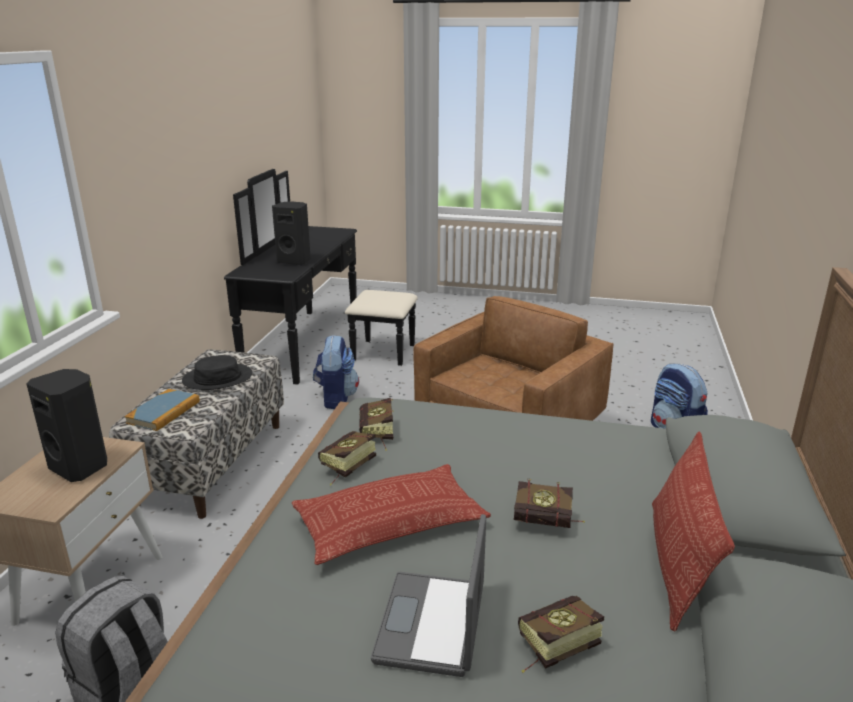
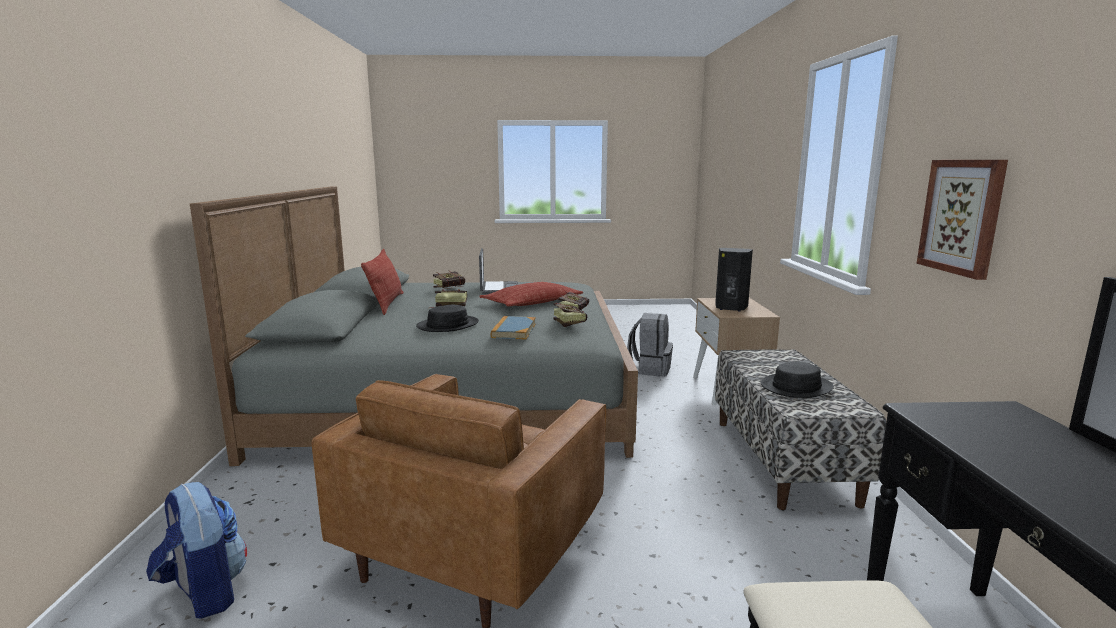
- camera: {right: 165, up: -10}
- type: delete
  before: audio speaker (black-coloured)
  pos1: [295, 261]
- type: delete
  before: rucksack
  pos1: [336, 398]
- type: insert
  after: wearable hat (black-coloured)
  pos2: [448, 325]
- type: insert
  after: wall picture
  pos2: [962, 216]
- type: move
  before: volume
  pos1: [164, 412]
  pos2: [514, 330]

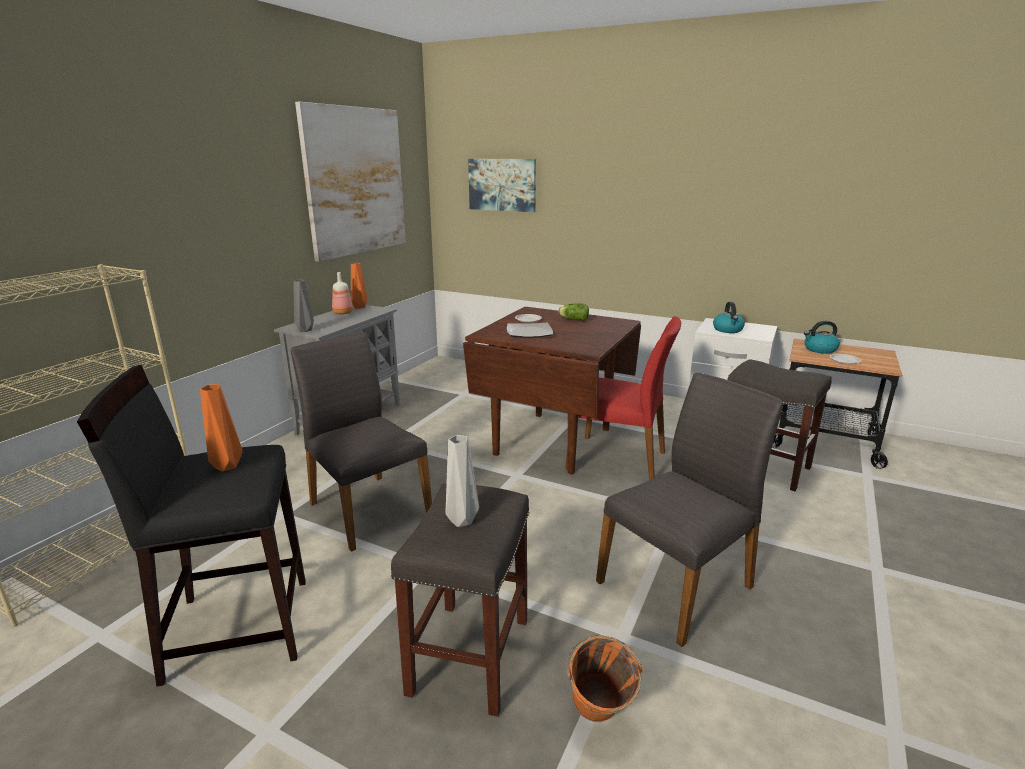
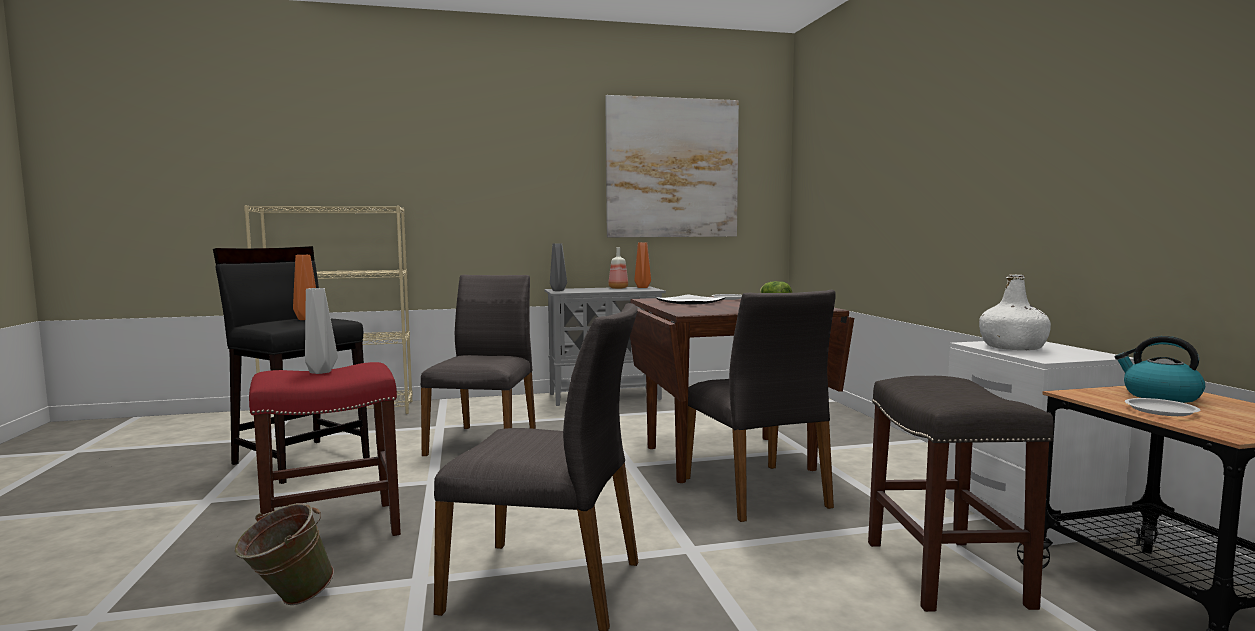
- camera: {right: 50, up: -15}
- type: delete
  before: wall picture
  pos1: [502, 185]
- type: replace
  before: kettle
  after: bottle (white)
  pos1: [728, 330]
  pos2: [1013, 348]
- type: recolor
  before: sitting stool (greyish)
  after: sitting stool (red-coloured)
  pos1: [469, 653]
  pos2: [334, 528]
- type: recolor
  before: plain chair (red-coloured)
  after: plain chair (greyish)
  pos1: [618, 459]
  pos2: [757, 492]
- type: recolor
  before: bucket (orange)
  after: bucket (green)
  pos1: [598, 719]
  pos2: [287, 601]

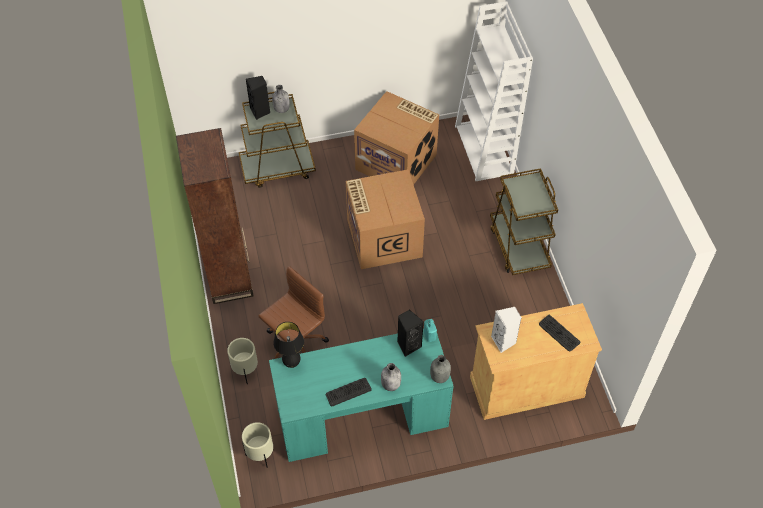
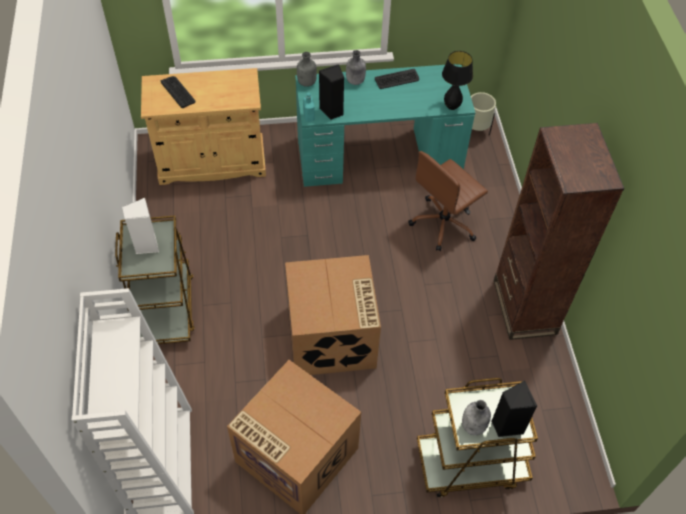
- camera: {right: -175, up: 0}
- type: delete
  before: plant pot (beige-coloured)
  pos1: [245, 371]
- type: move
  before: audio speaker (white)
  pos1: [504, 341]
  pos2: [146, 245]

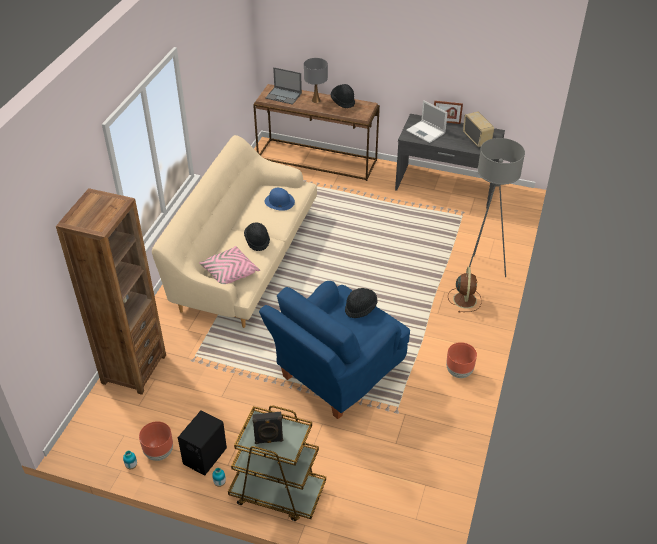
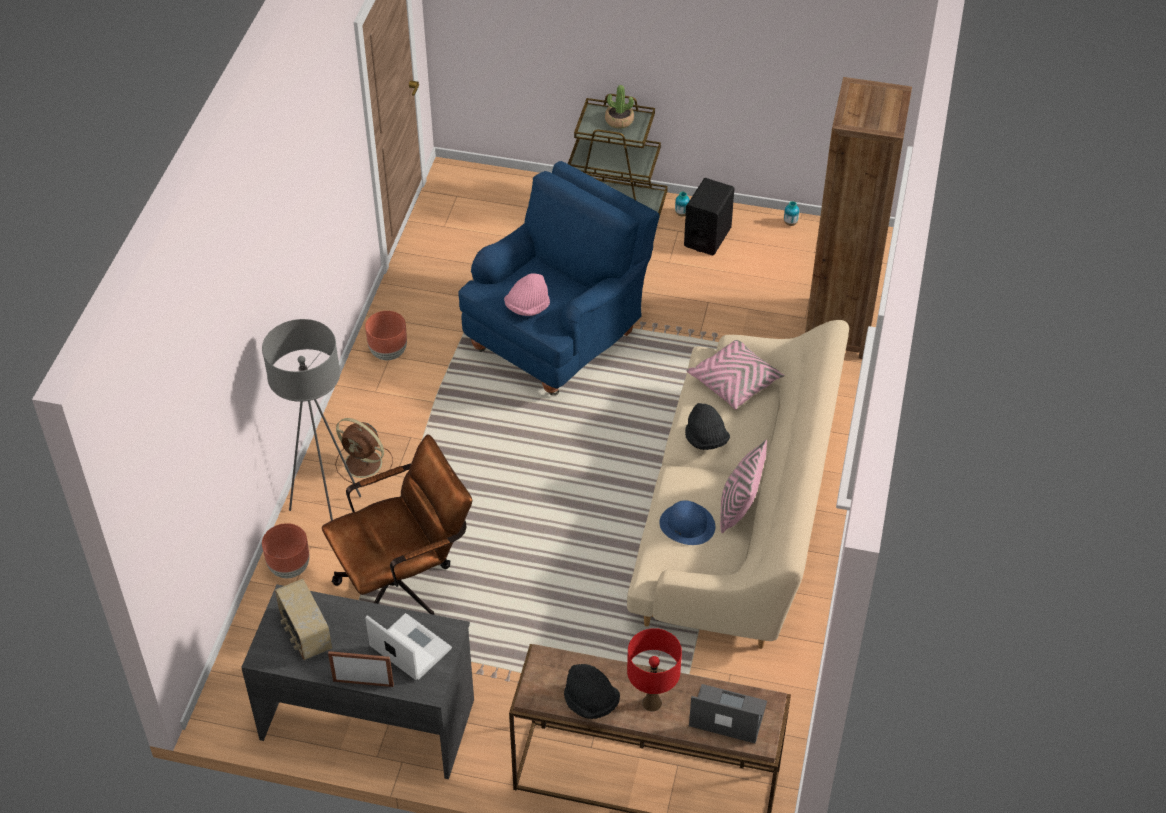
- camera: {right: 175, up: 5}
- type: insert
  after: desk chair (brown)
  pos2: [405, 585]
- type: insert
  after: throw pillow (pink)
  pos2: [739, 508]
- type: move
  before: plant pot (brown)
  pos1: [159, 453]
  pos2: [290, 567]
- type: replace
  before: audio speaker (black-coloured)
  after: potted plant
  pos1: [269, 440]
  pos2: [619, 121]
- type: recolor
  before: table lamp (greyish)
  after: table lamp (red-coloured)
  pos1: [315, 100]
  pos2: [652, 702]
- type: recolor
  before: wearable hat (black-coloured)
  after: wearable hat (pink)
  pos1: [360, 308]
  pos2: [527, 307]
- type: rotate
  before: electric fan (brown)
  pos1: [464, 299]
  pos2: [364, 464]
  turn: -60

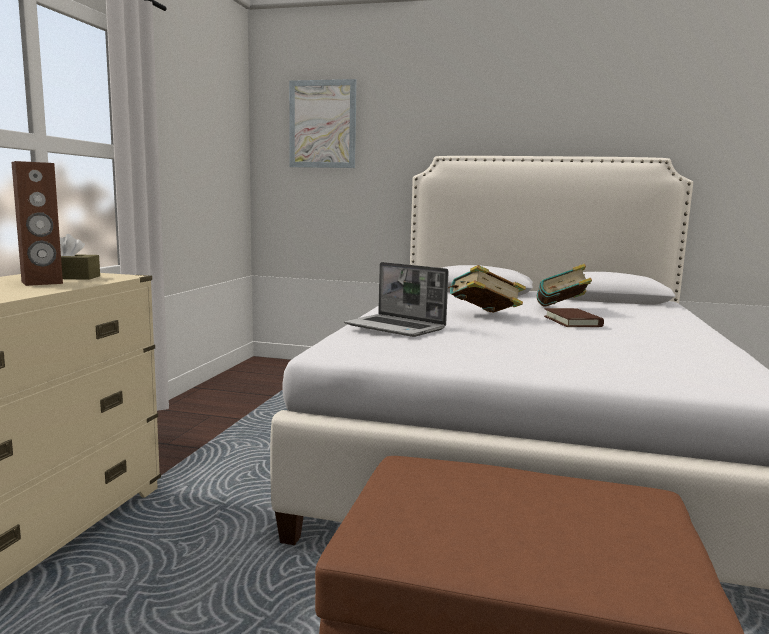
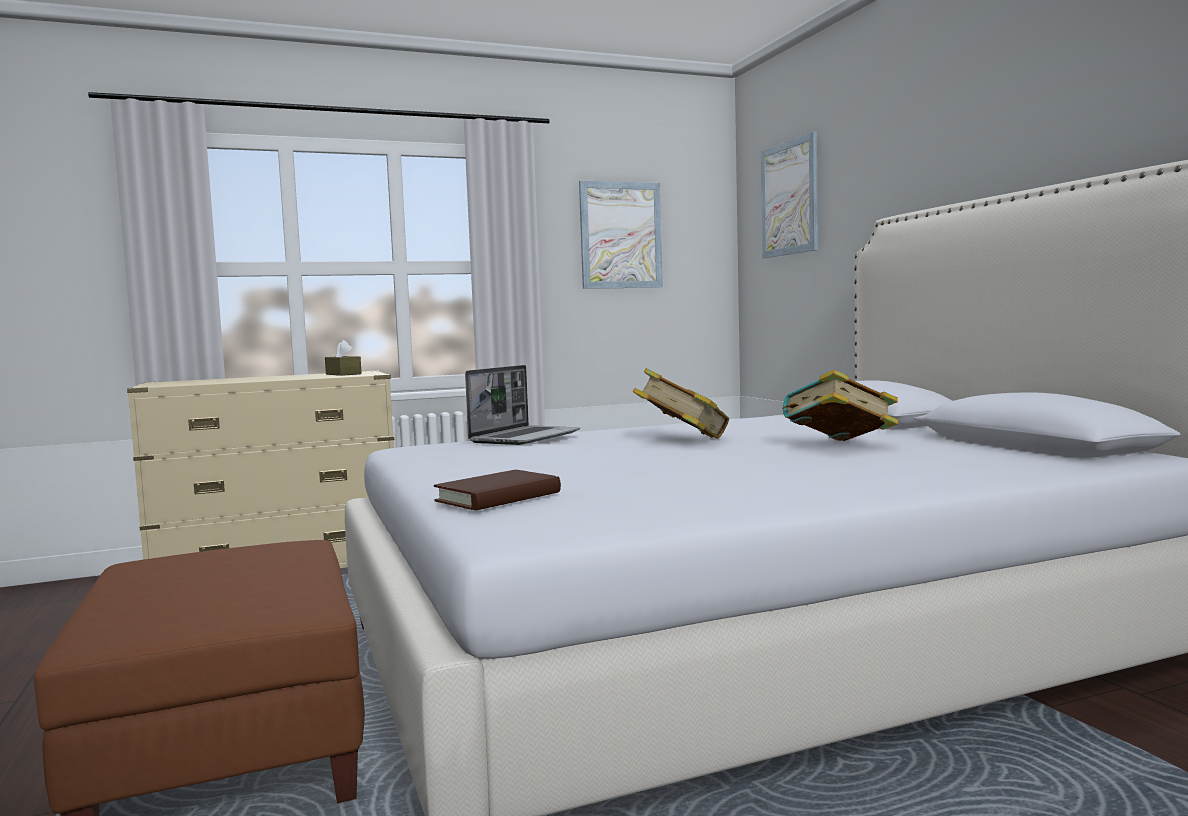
- camera: {right: 55, up: -5}
- type: delete
  before: audio speaker (brown)
  pos1: [42, 283]
- type: insert
  after: wall picture
  pos2: [621, 235]
- type: move
  before: volume (brown)
  pos1: [572, 321]
  pos2: [498, 497]
- type: rotate
  before: laptop
  pos1: [396, 327]
  pos2: [525, 437]
  turn: -150

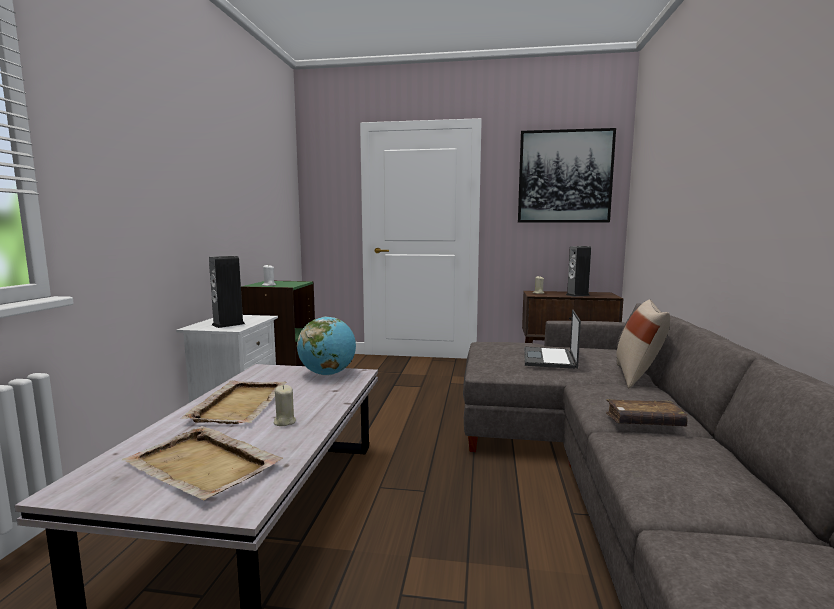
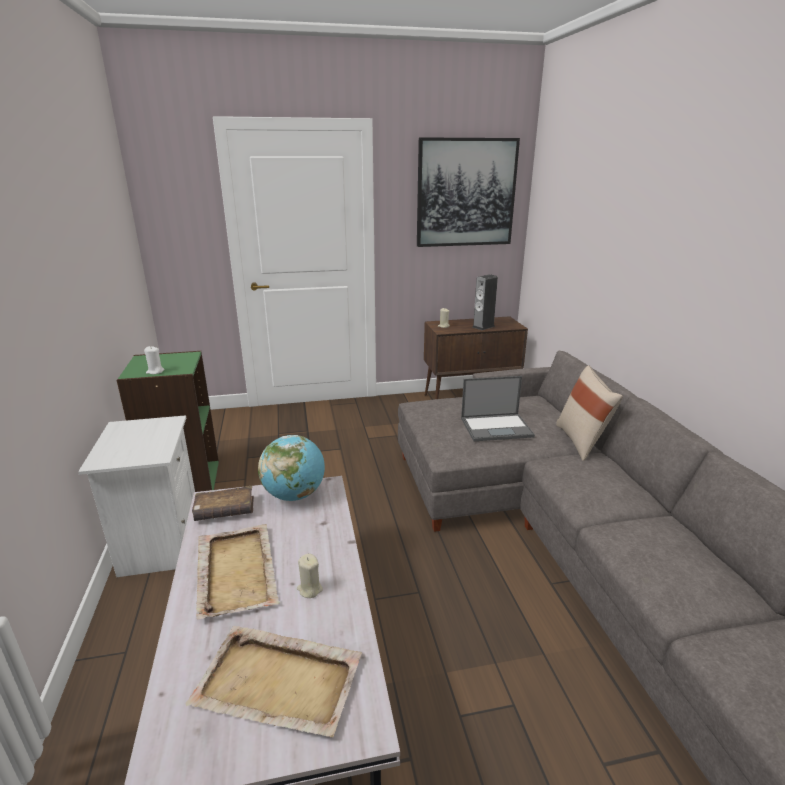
- camera: {right: -20, up: 15}
- type: delete
  before: audio speaker
  pos1: [228, 324]
- type: move
  before: volume (brown)
  pos1: [644, 422]
  pos2: [225, 511]
- type: rotate
  before: laptop
  pos1: [549, 358]
  pos2: [497, 427]
  turn: -90

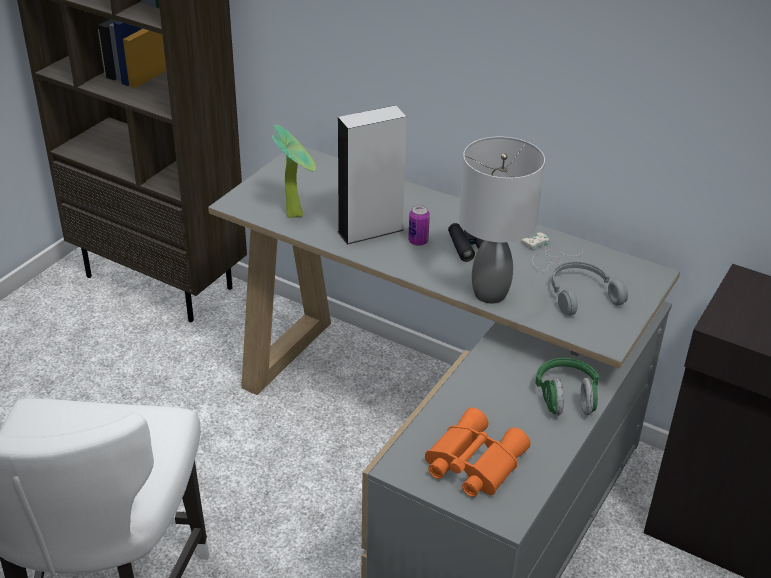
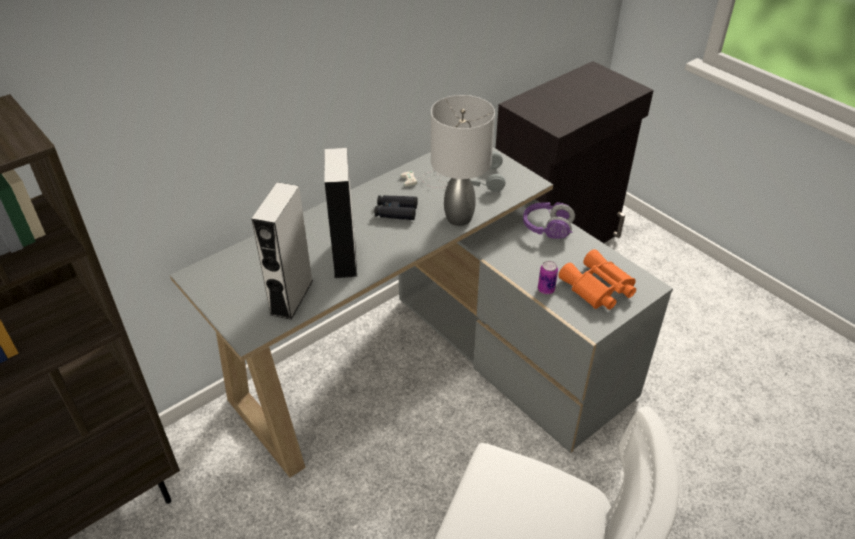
- camera: {right: -70, up: 5}
- type: move
  before: sealed can
  pos1: [418, 241]
  pos2: [546, 289]
- type: replace
  before: potted plant
  after: audio speaker (greyish)
  pos1: [296, 213]
  pos2: [291, 297]
- type: recolor
  before: headphones (green)
  after: headphones (purplish)
  pos1: [566, 398]
  pos2: [547, 229]

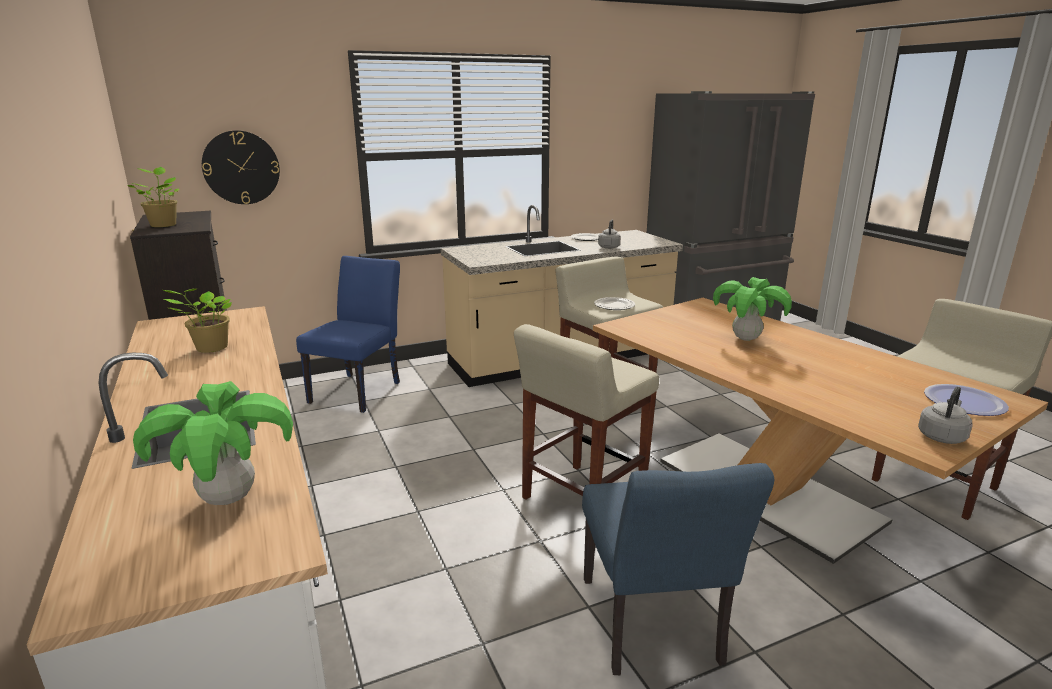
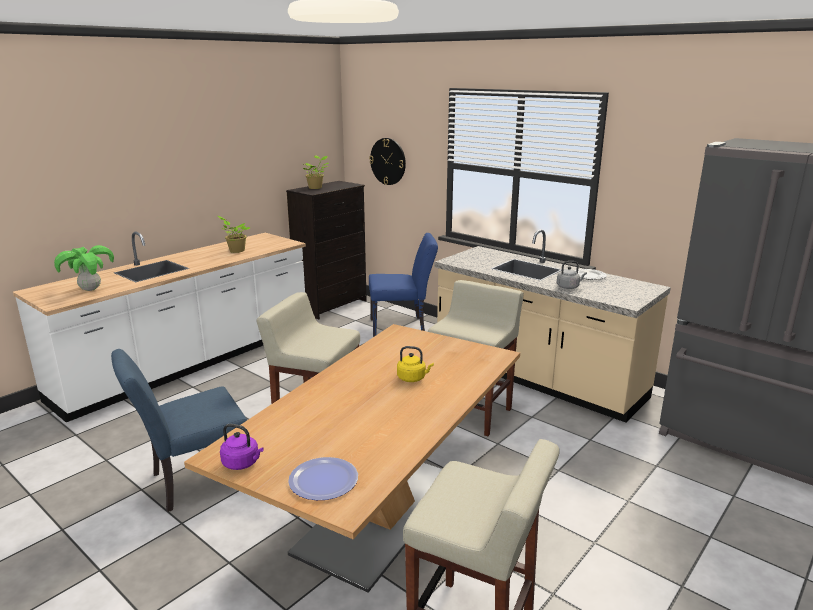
- camera: {right: 65, up: 0}
- type: delete
  before: plate
  pos1: [614, 306]
- type: replace
  before: potted plant
  after: kettle (yellow)
  pos1: [745, 338]
  pos2: [413, 378]
- type: recolor
  before: kettle (greyish)
  after: kettle (purplish)
  pos1: [942, 436]
  pos2: [242, 463]

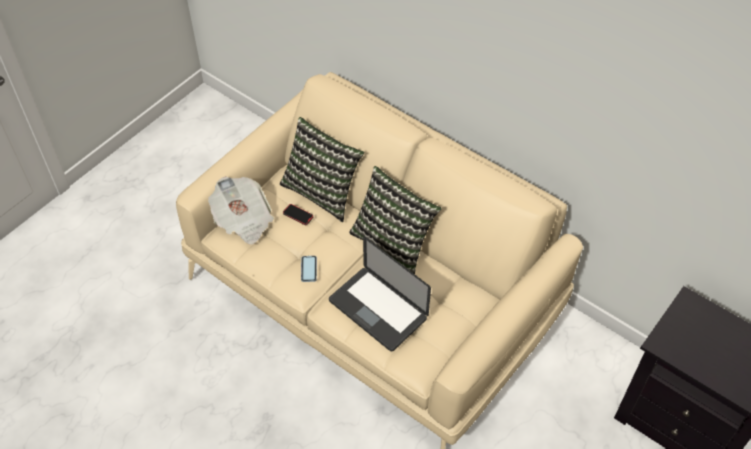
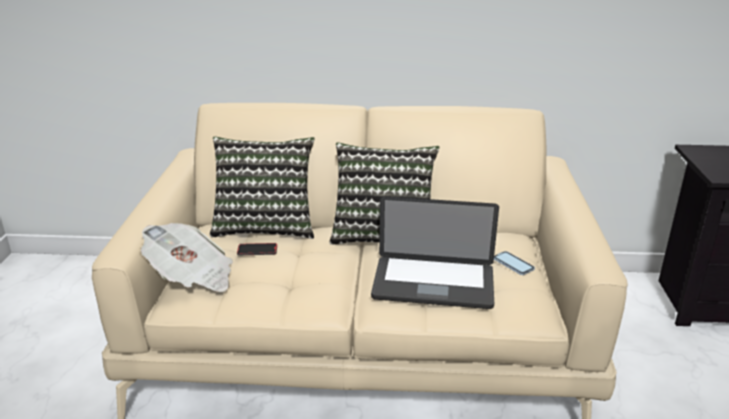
- camera: {right: -35, up: -25}
- type: move
  before: handset
  pos1: [309, 269]
  pos2: [513, 264]

